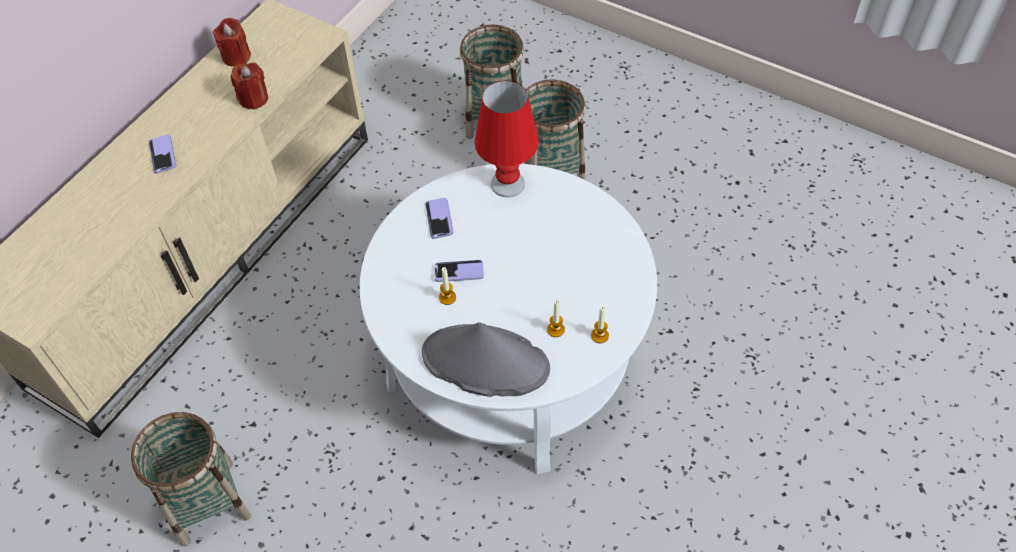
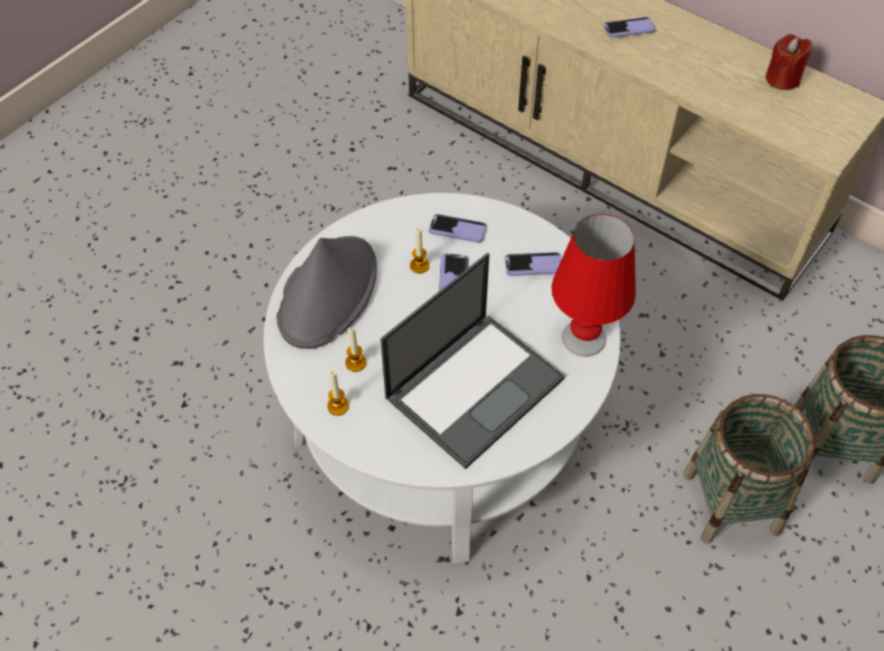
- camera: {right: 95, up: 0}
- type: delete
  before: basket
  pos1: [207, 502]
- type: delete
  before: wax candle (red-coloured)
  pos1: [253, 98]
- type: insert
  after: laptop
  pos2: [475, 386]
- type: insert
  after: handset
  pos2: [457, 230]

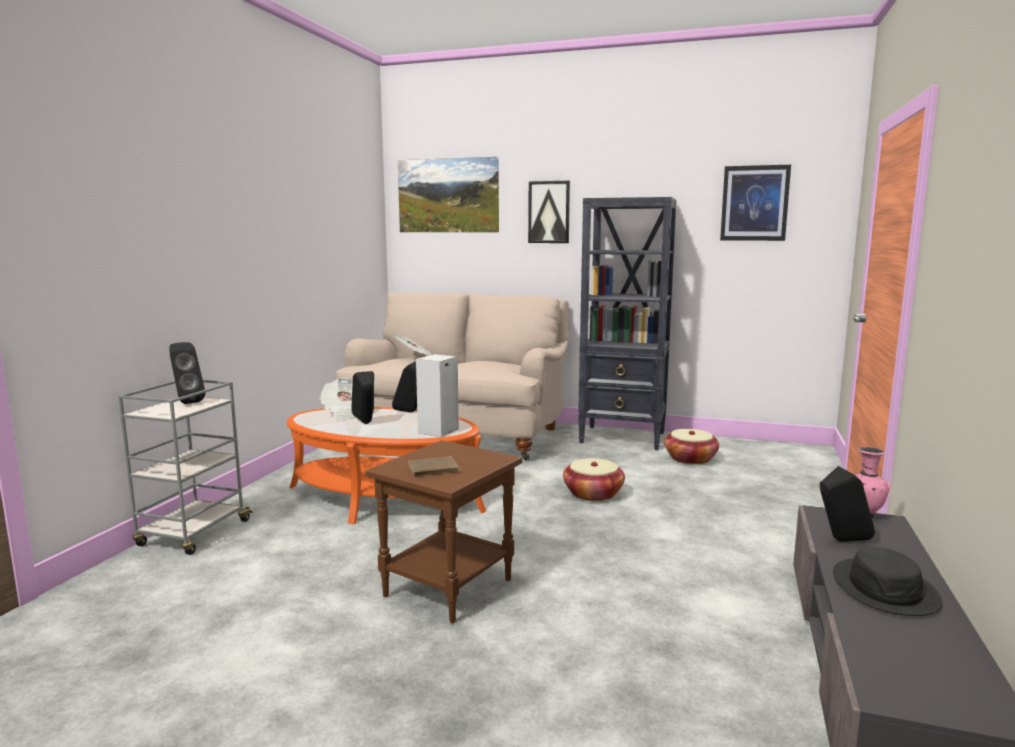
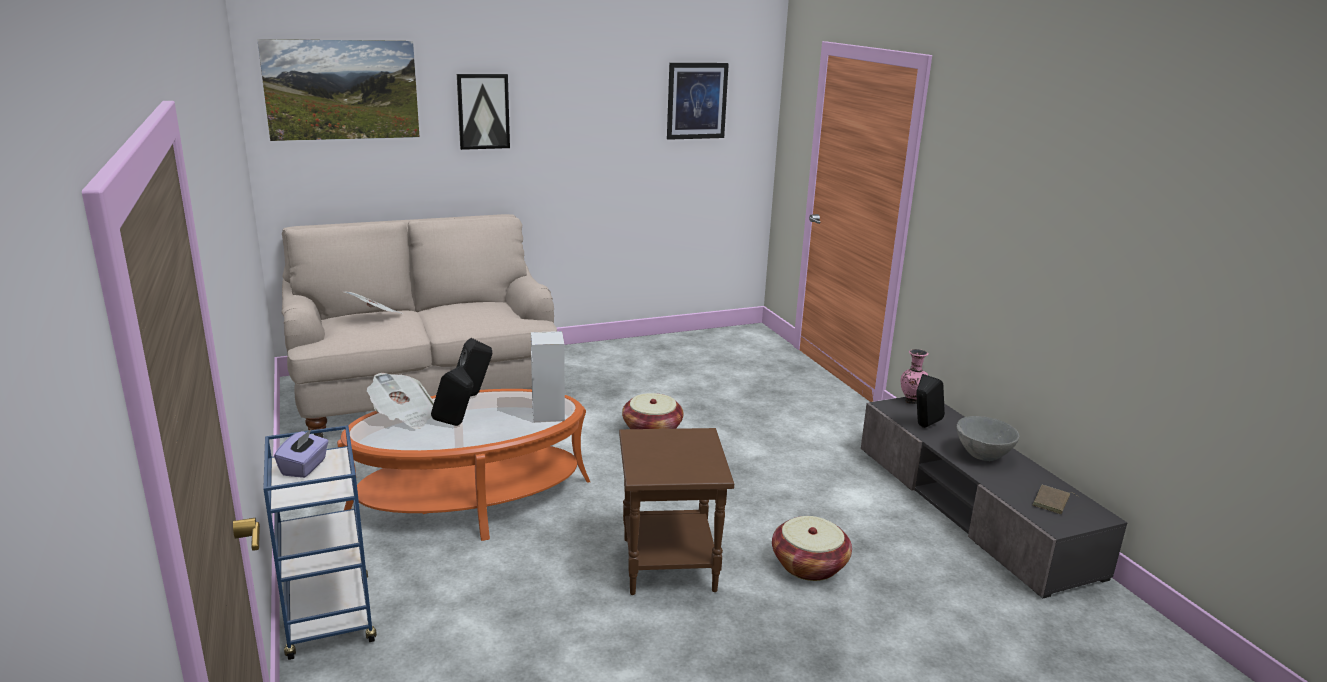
- camera: {right: -40, up: 10}
- type: delete
  before: shelving unit (black-coloured)
  pos1: [623, 438]
- type: move
  before: volume (brown)
  pos1: [433, 470]
  pos2: [1052, 502]
- type: move
  before: basket
  pos1: [690, 459]
  pos2: [809, 565]
- type: replace
  before: audio speaker (black-coloured)
  after: tissue box (purplish)
  pos1: [186, 402]
  pos2: [304, 467]
- type: replace
  before: wearable hat (black-coloured)
  after: bowl (greyish)
  pos1: [885, 589]
  pos2: [982, 456]
- type: recolor
  before: wheeled cart (greyish)
  after: wheeled cart (blue)
  pos1: [193, 534]
  pos2: [330, 619]

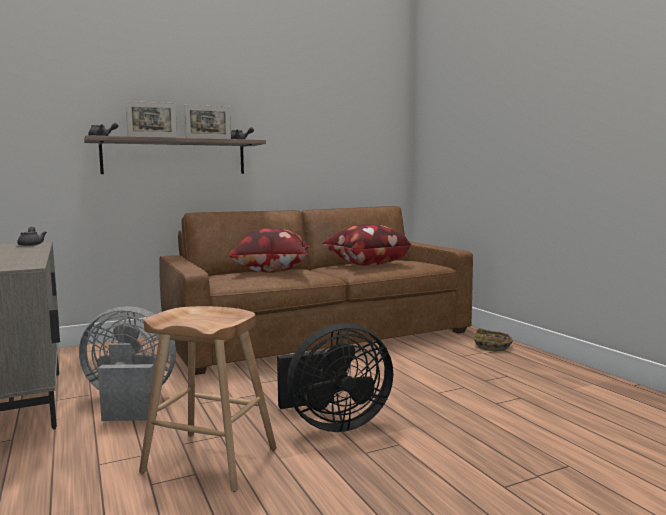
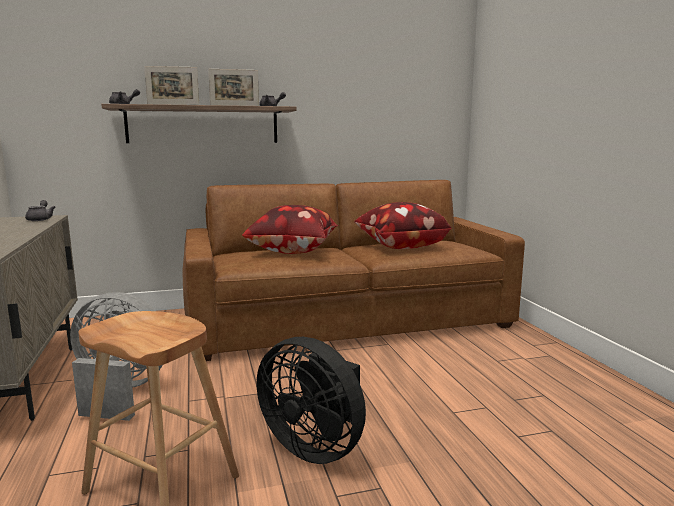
- camera: {right: 10, up: 5}
- type: delete
  before: basket
  pos1: [492, 346]
- type: rotate
  before: electric fan (black-coloured)
  pos1: [333, 424]
  pos2: [315, 446]
  turn: 45

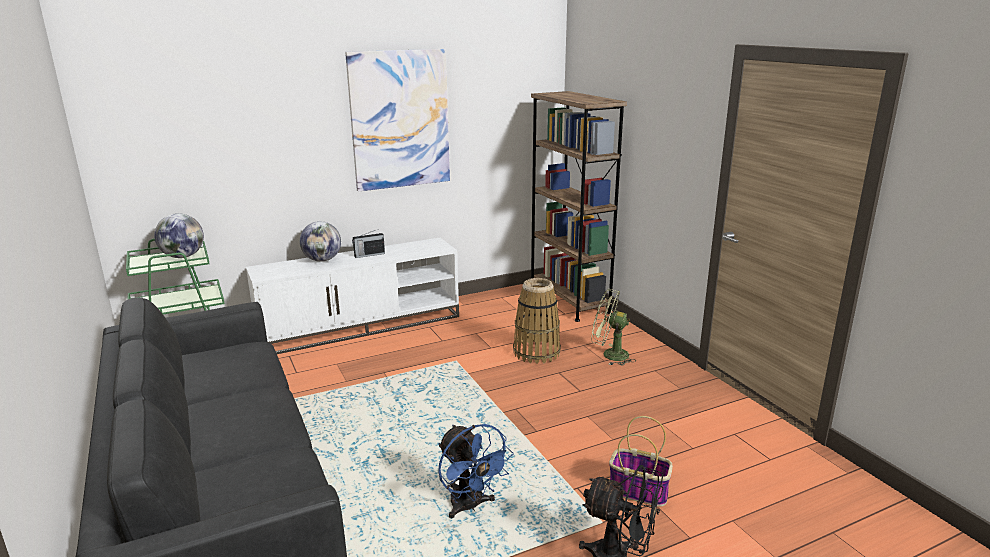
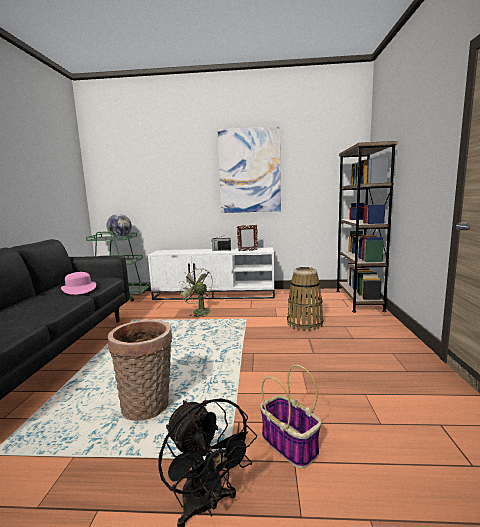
- camera: {right: 30, up: -10}
- type: delete
  before: desk globe
  pos1: [322, 260]
- type: insert
  after: wearable hat (pink)
  pos2: [79, 289]
- type: insert
  after: photo frame
  pos2: [247, 250]
- type: move
  before: electric fan (green)
  pos1: [609, 355]
  pos2: [198, 311]
- type: replace
  before: electric fan (blue)
  after: basket
  pos1: [470, 507]
  pos2: [148, 407]

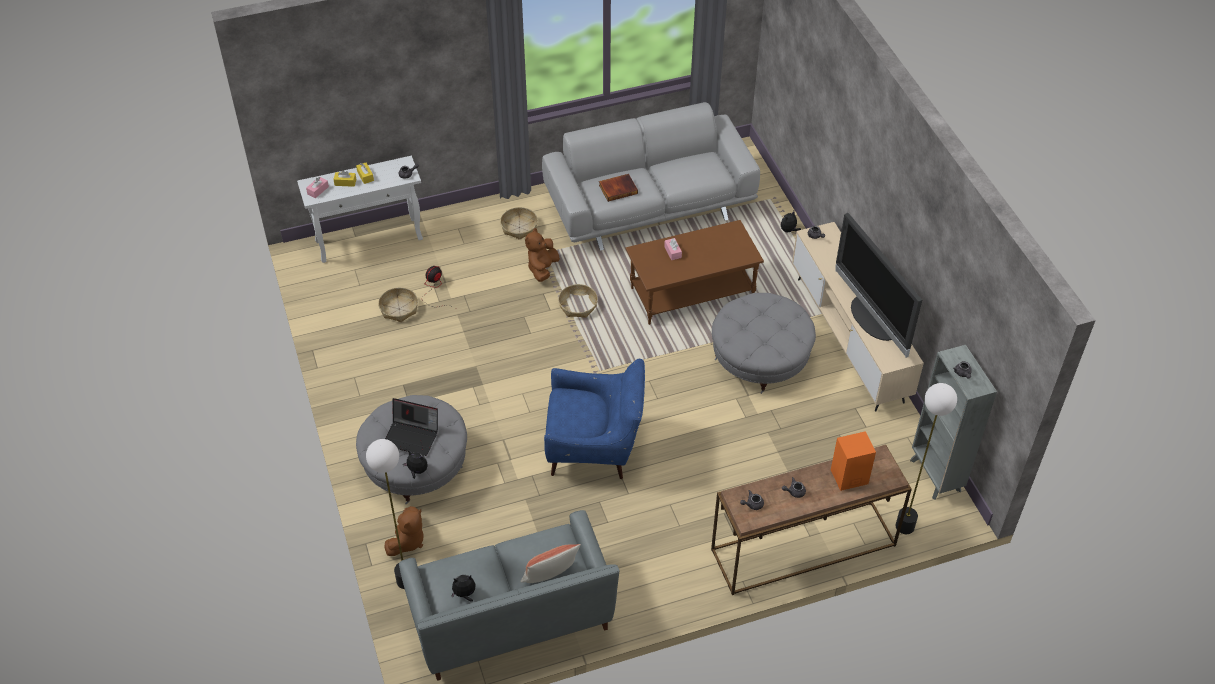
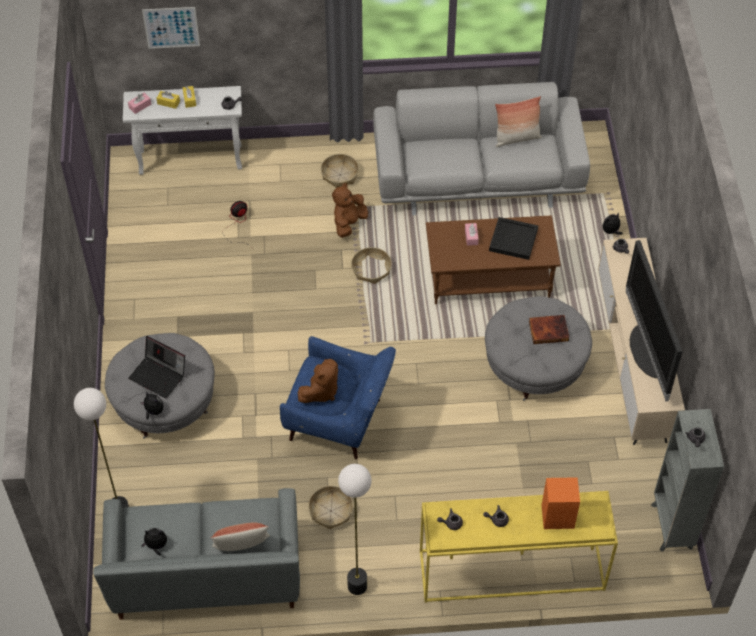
- camera: {right: 15, up: 5}
- type: insert
  after: wall picture
  pos2: [171, 27]
- type: insert
  after: tray (black-coloured)
  pos2: [513, 239]
- type: insert
  after: throw pillow
  pos2: [517, 138]
- type: move
  before: basket
  pos1: [399, 309]
  pos2: [330, 511]
- type: move
  before: soft toy (brown)
  pos1: [407, 541]
  pos2: [321, 391]
- type: move
  before: volume
  pos1: [618, 188]
  pos2: [548, 330]
- type: move
  before: standard lamp
  pos1: [905, 526]
  pos2: [357, 586]
- type: recolor
  before: hall table (brown)
  after: hall table (yellow)
  pos1: [803, 549]
  pos2: [510, 572]

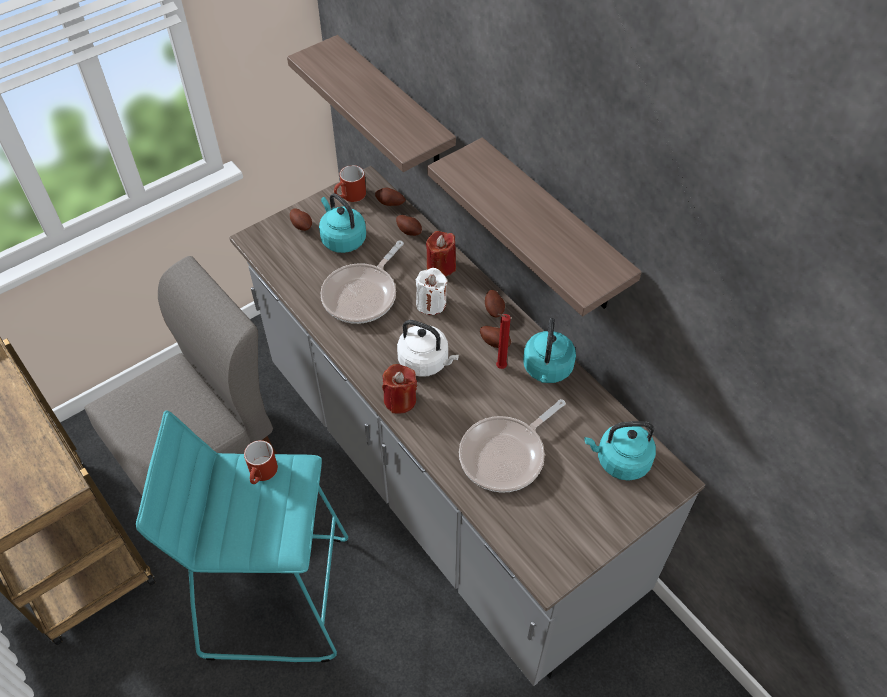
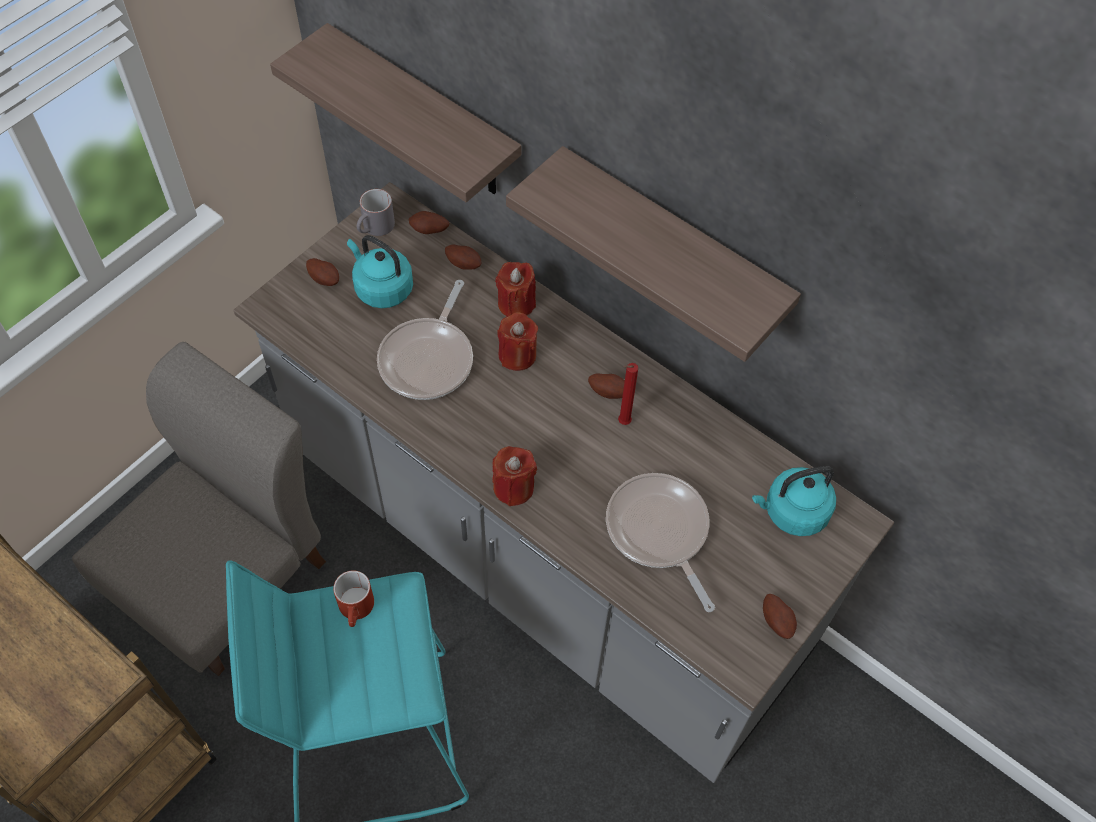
- camera: {right: -15, up: 5}
- type: delete
  before: kettle (white)
  pos1: [426, 362]
- type: delete
  before: kettle (turquoise)
  pos1: [547, 370]
- type: move
  before: spud
  pos1: [494, 309]
  pos2: [777, 621]
- type: recolor
  before: mug (red-coloured)
  after: mug (greyish)
  pos1: [350, 196]
  pos2: [375, 229]
- type: recolor
  before: wax candle (white)
  after: wax candle (red-coloured)
  pos1: [431, 303]
  pos2: [517, 355]
- type: rotate
  before: skillet
  pos1: [506, 455]
  pos2: [659, 532]
  turn: 120

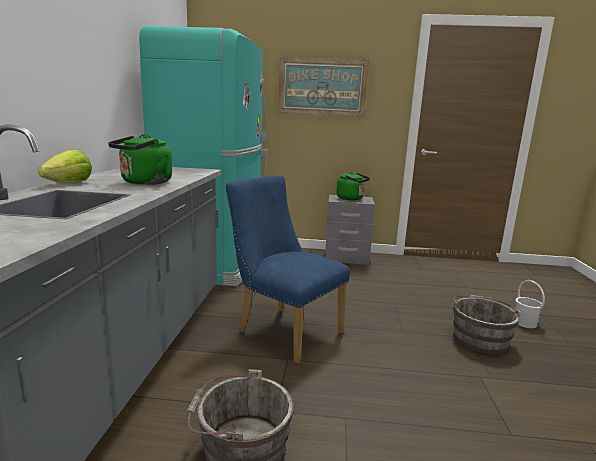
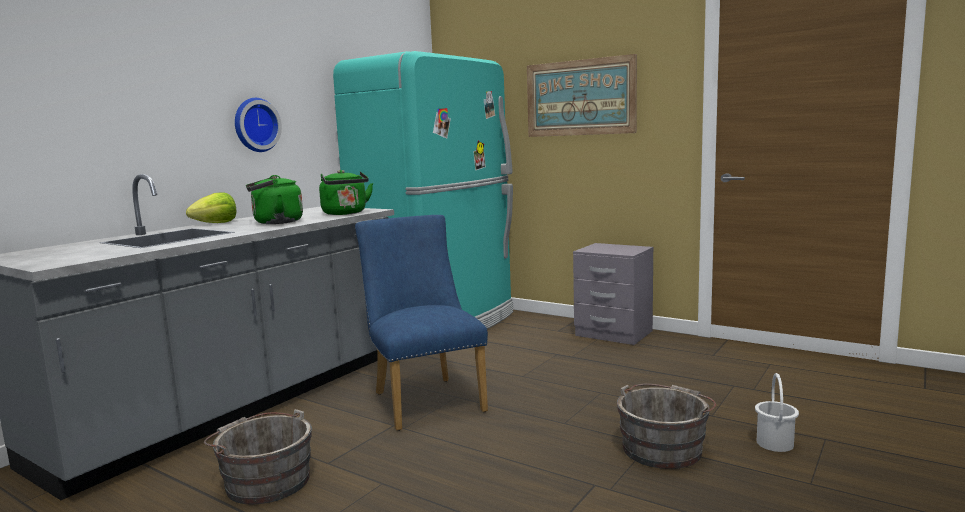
- camera: {right: 30, up: -5}
- type: insert
  after: hanging clock
  pos2: [255, 125]
- type: move
  before: kettle (green)
  pos1: [351, 199]
  pos2: [345, 213]

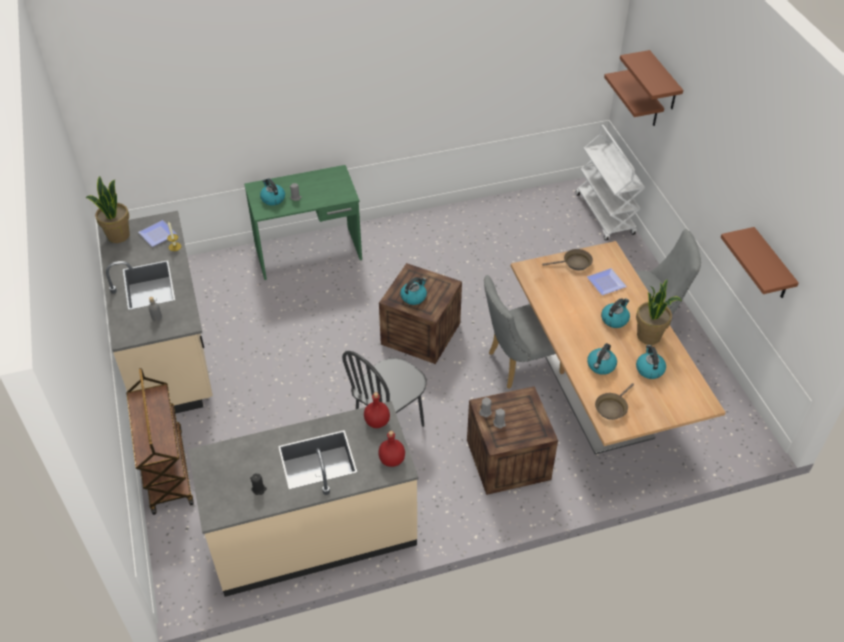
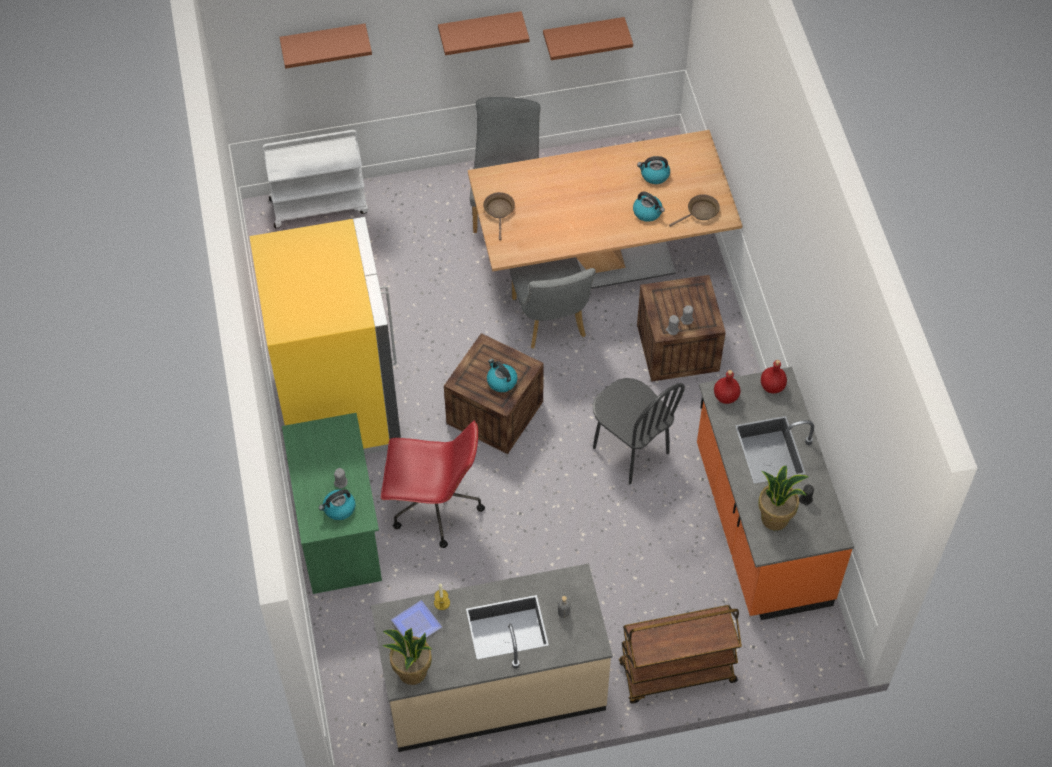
- camera: {right: -85, up: 10}
- type: delete
  before: plate
  pos1: [604, 283]
- type: delete
  before: kettle
  pos1: [614, 319]
- type: insert
  after: fridge (yellow)
  pos2: [338, 405]
- type: insert
  after: desk chair (red-coloured)
  pos2: [433, 507]
- type: move
  before: bracket shelf (brown)
  pos1: [646, 100]
  pos2: [480, 29]
- type: move
  before: potted plant
  pos1: [649, 336]
  pos2: [775, 518]
- type: recolor
  before: kitchen counter (beige-coloured)
  after: kitchen counter (orange)
  pos1: [313, 532]
  pos2: [760, 526]
- type: rotate
  before: skillet (brown)
  pos1: [612, 407]
  pos2: [700, 212]
  turn: -75

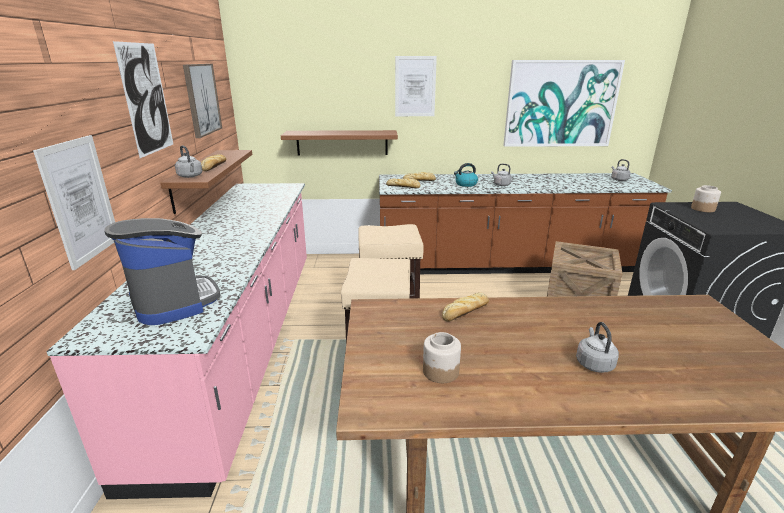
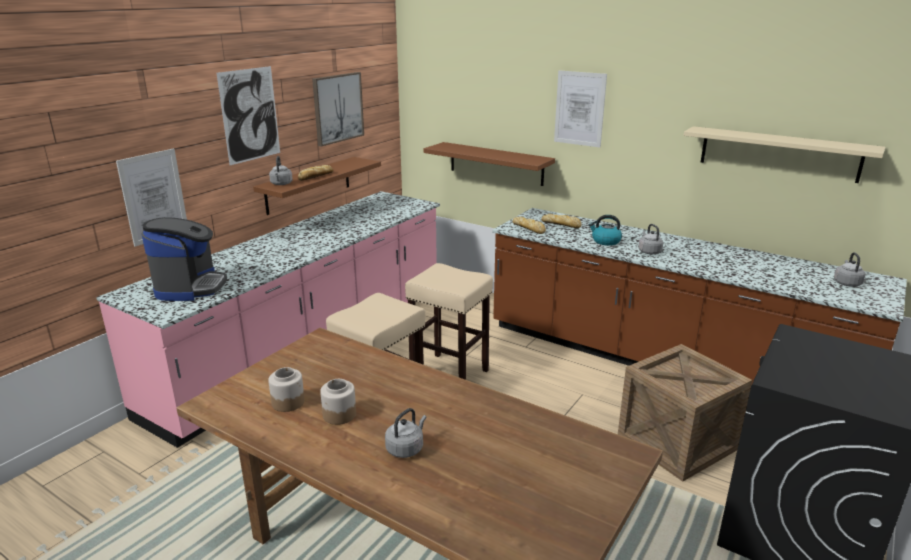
- camera: {right: 35, up: 0}
- type: delete
  before: bread
  pos1: [465, 312]
- type: move
  before: jar
  pos1: [702, 209]
  pos2: [339, 414]
- type: replace
  before: wall picture
  after: bracket shelf (beige-coloured)
  pos1: [560, 104]
  pos2: [778, 154]

